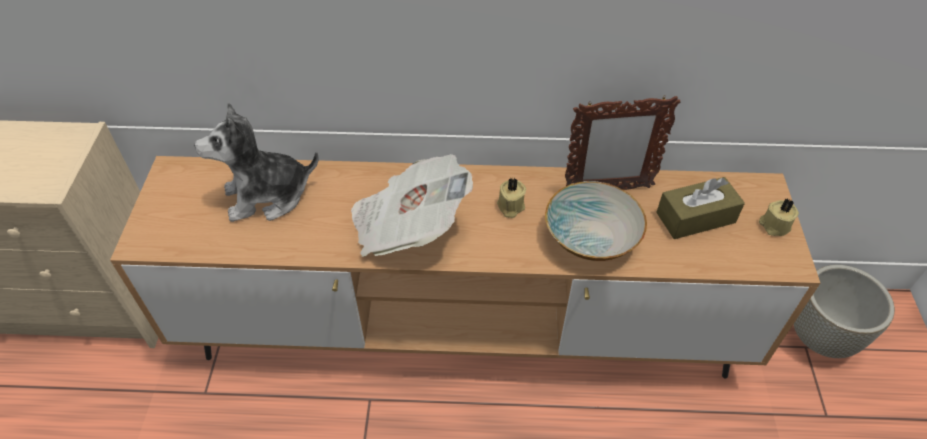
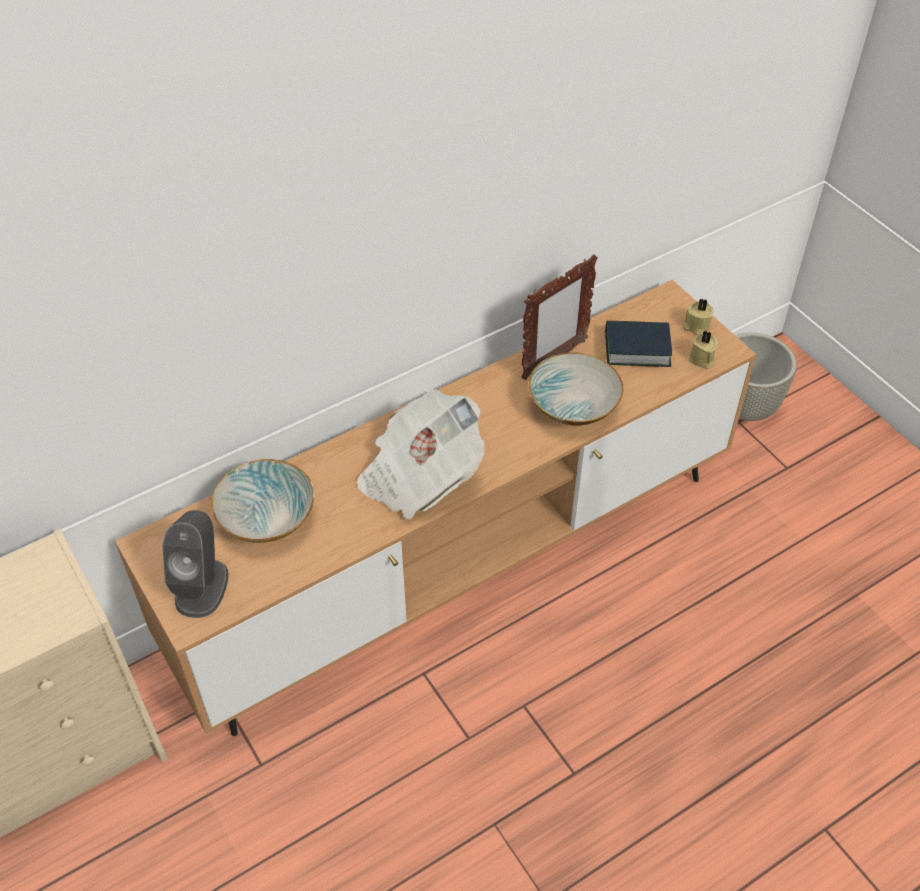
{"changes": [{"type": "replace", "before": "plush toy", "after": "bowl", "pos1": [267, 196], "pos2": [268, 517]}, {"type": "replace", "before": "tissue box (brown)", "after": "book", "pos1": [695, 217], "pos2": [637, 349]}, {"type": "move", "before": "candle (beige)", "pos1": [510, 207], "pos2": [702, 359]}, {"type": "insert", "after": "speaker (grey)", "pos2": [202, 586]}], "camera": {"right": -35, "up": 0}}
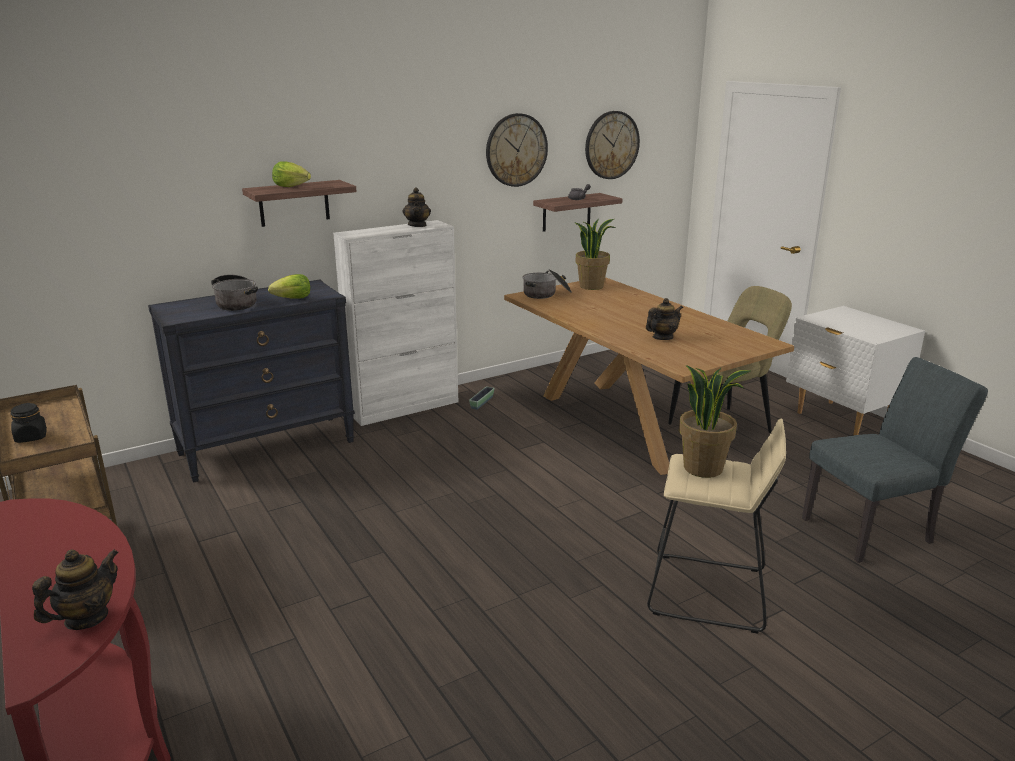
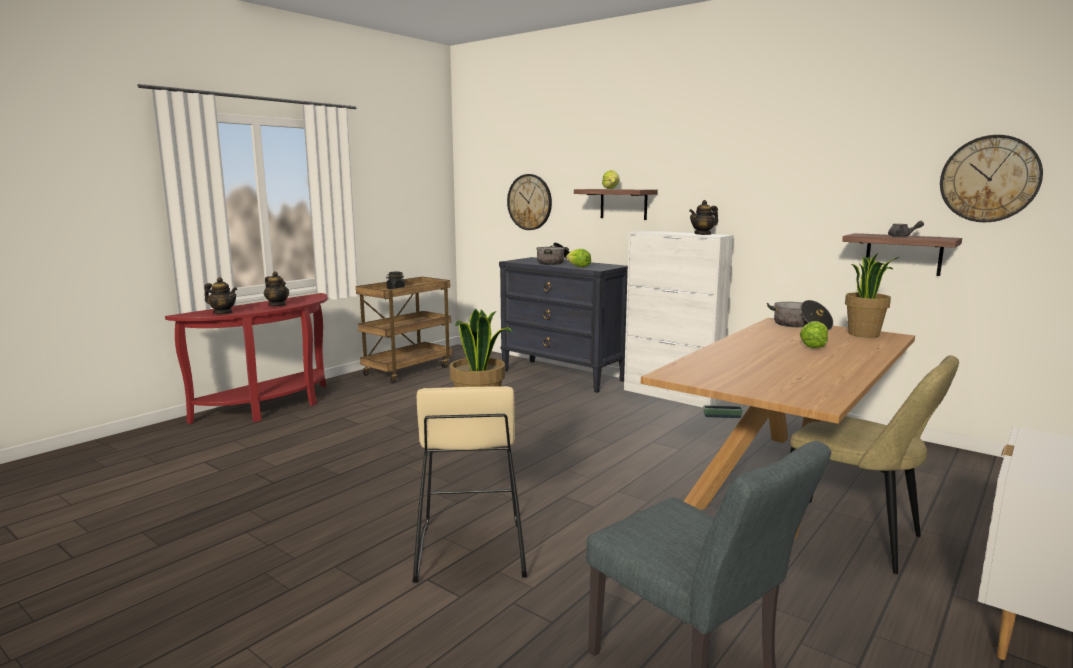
{"changes": [{"type": "move", "before": "wall clock", "pos1": [516, 150], "pos2": [529, 202]}, {"type": "move", "before": "teapot", "pos1": [662, 337], "pos2": [277, 305]}, {"type": "insert", "after": "lettuce", "pos2": [814, 346]}], "camera": {"right": 70, "up": -10}}
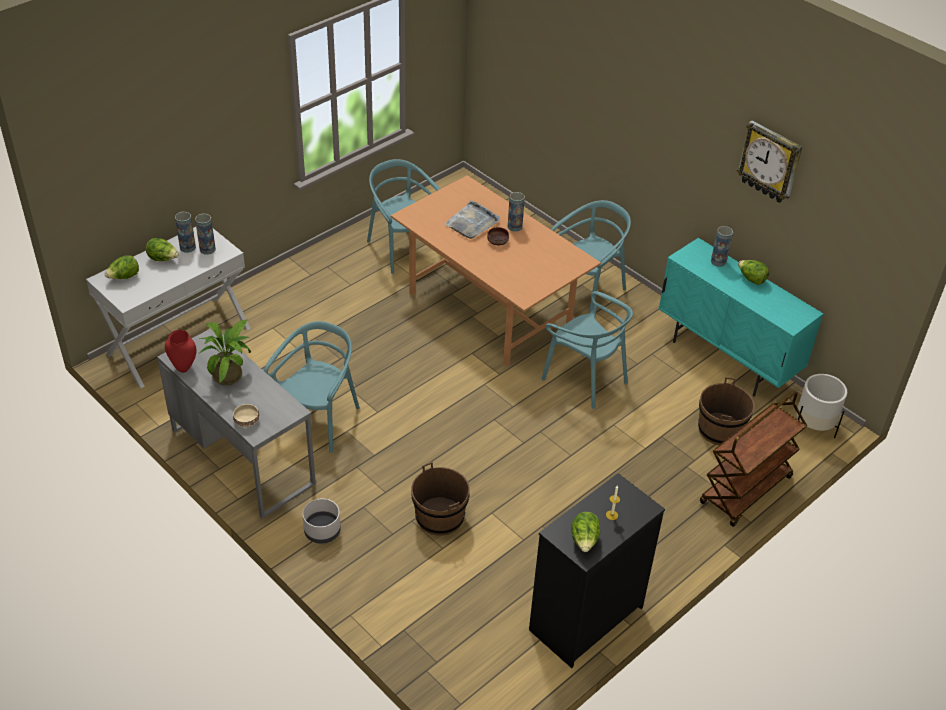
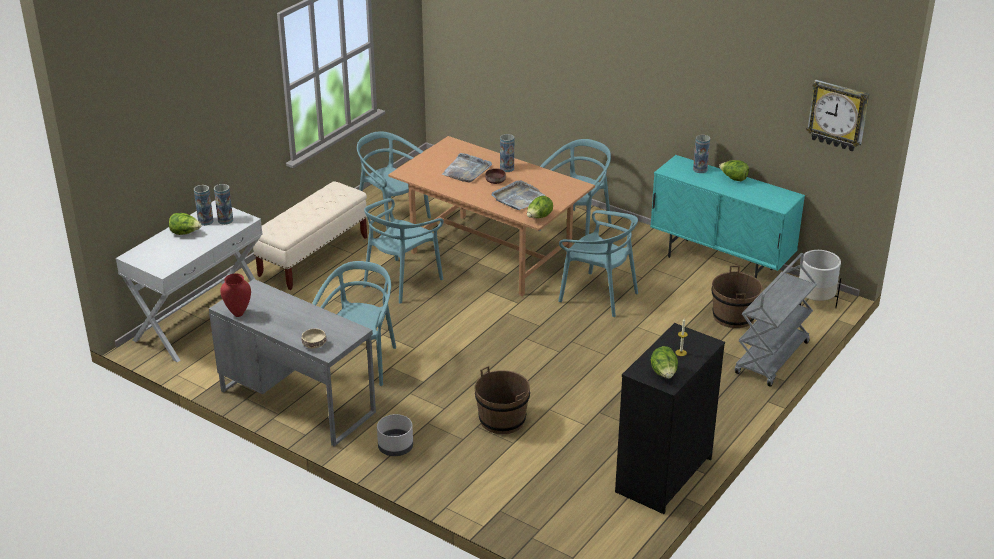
{"changes": [{"type": "move", "before": "wall clock", "pos1": [770, 162], "pos2": [838, 115]}, {"type": "move", "before": "lettuce", "pos1": [124, 277], "pos2": [539, 217]}, {"type": "delete", "before": "potted plant", "pos1": [230, 374]}, {"type": "recolor", "before": "cart (brown)", "after": "cart (grey)", "pos1": [746, 491], "pos2": [772, 359]}, {"type": "insert", "after": "bench (beige)", "pos2": [313, 256]}, {"type": "insert", "after": "tray (grey)", "pos2": [517, 198]}, {"type": "insert", "after": "chair (turquoise)", "pos2": [401, 281]}], "camera": {"right": -10, "up": -10}}
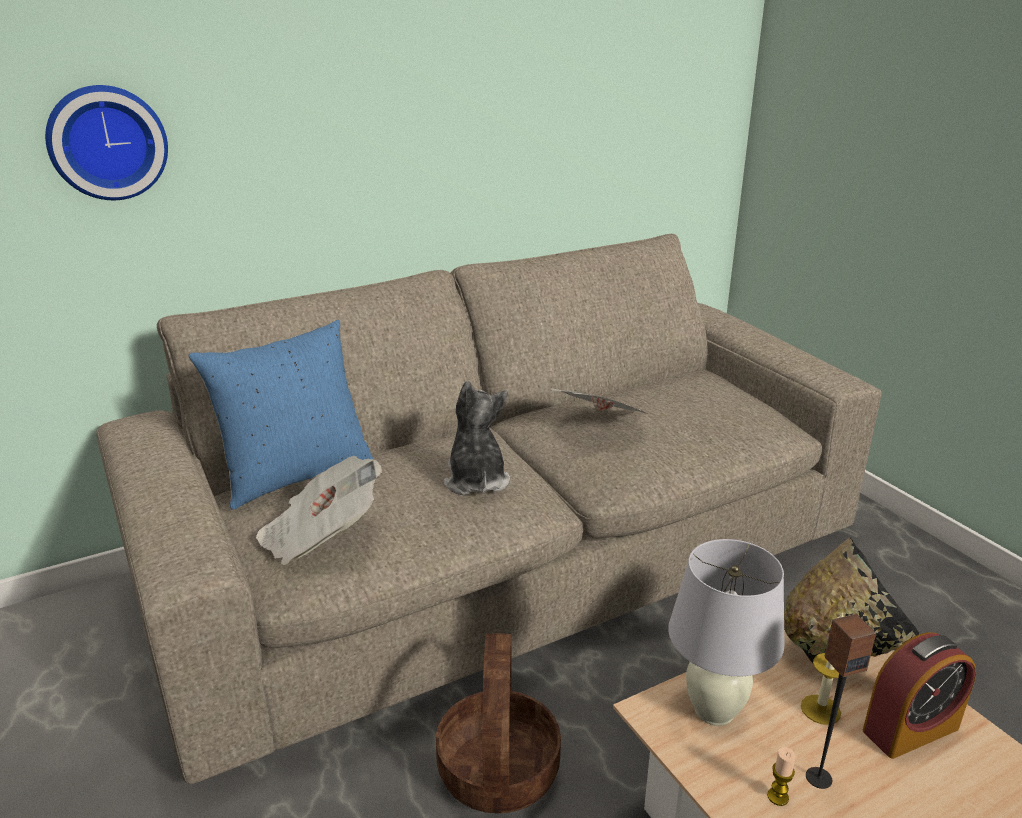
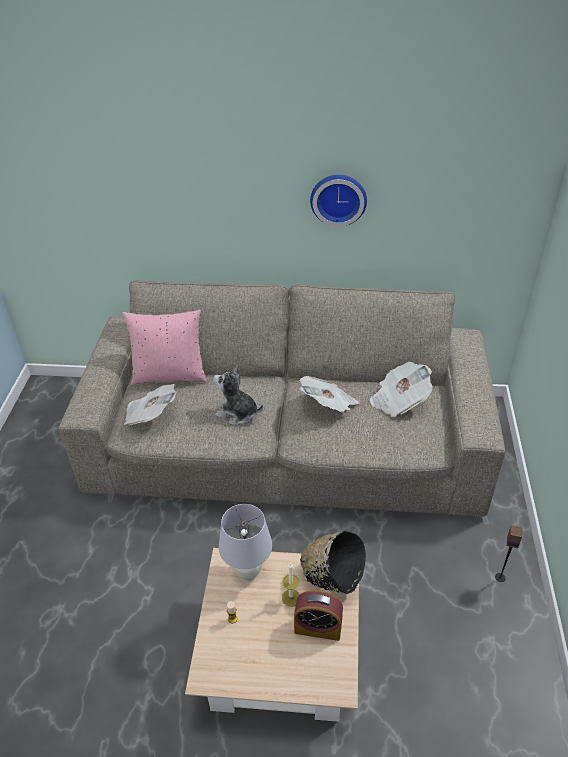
{"changes": [{"type": "move", "before": "wall clock", "pos1": [107, 142], "pos2": [338, 198]}, {"type": "recolor", "before": "pillow (blue)", "after": "pillow (pink)", "pos1": [295, 474], "pos2": [170, 375]}, {"type": "rotate", "before": "plush toy", "pos1": [476, 480], "pos2": [237, 413], "turn": -90}, {"type": "move", "before": "speaker", "pos1": [818, 777], "pos2": [500, 577]}, {"type": "delete", "before": "basket", "pos1": [497, 769]}, {"type": "insert", "after": "newspaper", "pos2": [399, 400]}], "camera": {"right": 35, "up": 15}}
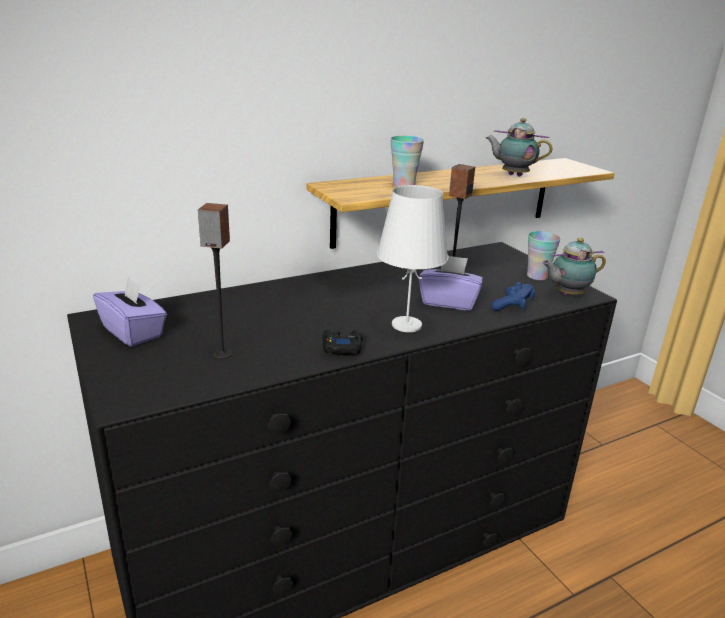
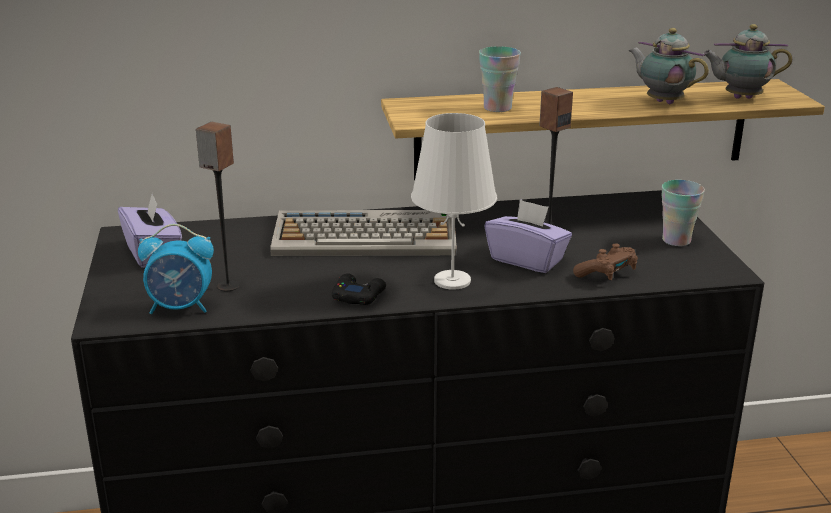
{"changes": [{"type": "move", "before": "teapot", "pos1": [566, 294], "pos2": [739, 98]}, {"type": "recolor", "before": "game controller (blue)", "after": "game controller (brown)", "pos1": [513, 306], "pos2": [607, 274]}, {"type": "insert", "after": "keyboard", "pos2": [367, 237]}, {"type": "insert", "after": "alarm clock", "pos2": [181, 308]}], "camera": {"right": 20, "up": 0}}
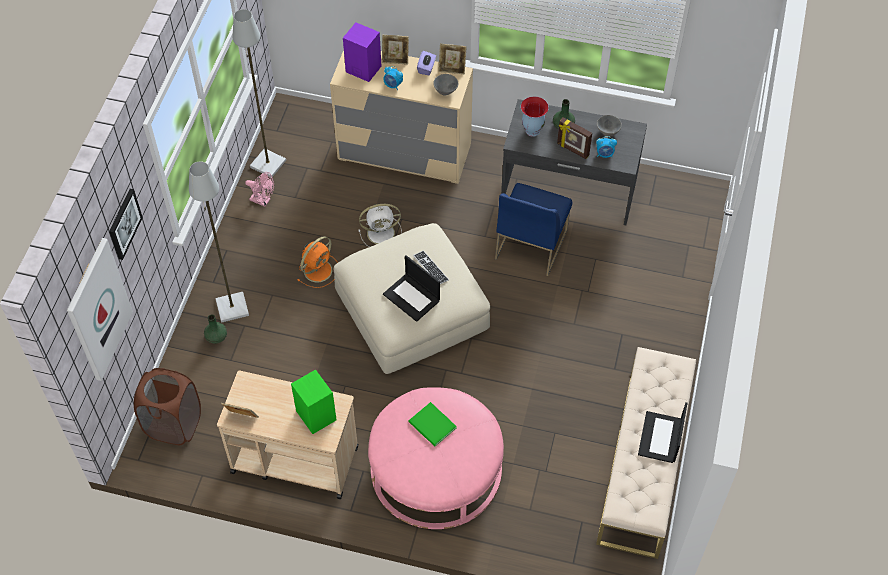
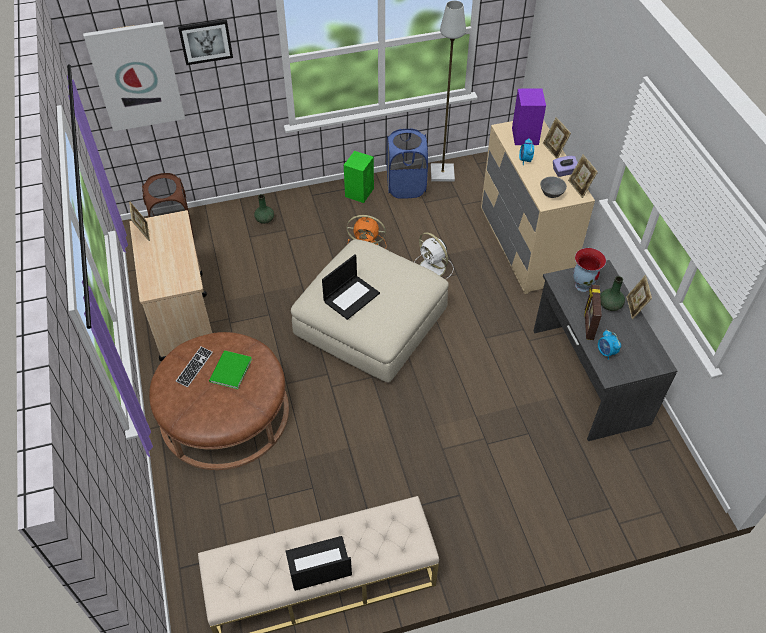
{"changes": [{"type": "delete", "before": "bowl (grey)", "pos1": [608, 131]}, {"type": "delete", "before": "floor lamp (grey)", "pos1": [232, 308]}, {"type": "replace", "before": "fan (pink)", "after": "laundry basket (blue)", "pos1": [263, 201], "pos2": [406, 186]}, {"type": "delete", "before": "chair (blue)", "pos1": [531, 244]}, {"type": "move", "before": "keyboard", "pos1": [430, 268], "pos2": [194, 367]}, {"type": "rotate", "before": "laptop", "pos1": [412, 297], "pos2": [351, 297], "turn": -150}, {"type": "move", "before": "speaker (green)", "pos1": [315, 415], "pos2": [359, 192]}, {"type": "recolor", "before": "ottoman (pink)", "after": "ottoman (brown)", "pos1": [436, 468], "pos2": [224, 412]}, {"type": "insert", "after": "picture frame", "pos2": [634, 308]}], "camera": {"right": 60, "up": -5}}
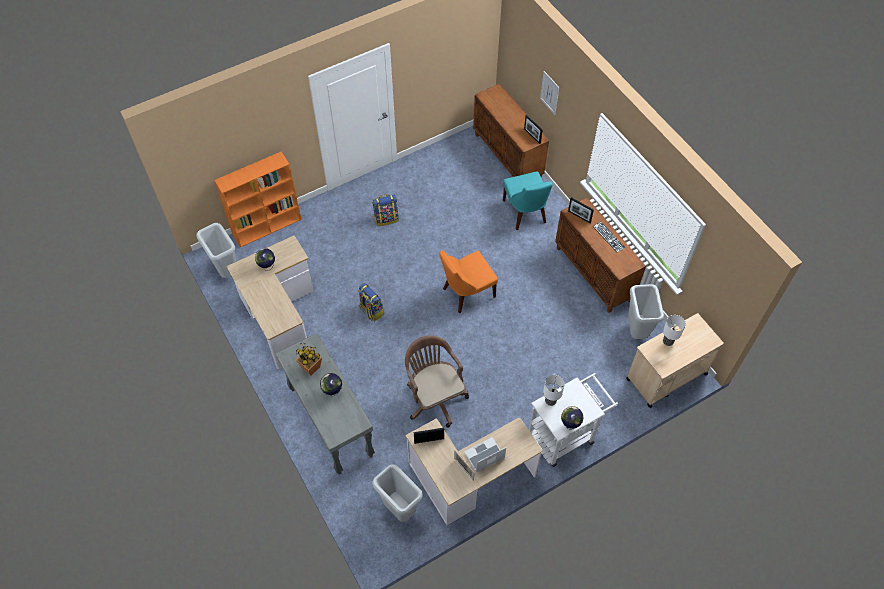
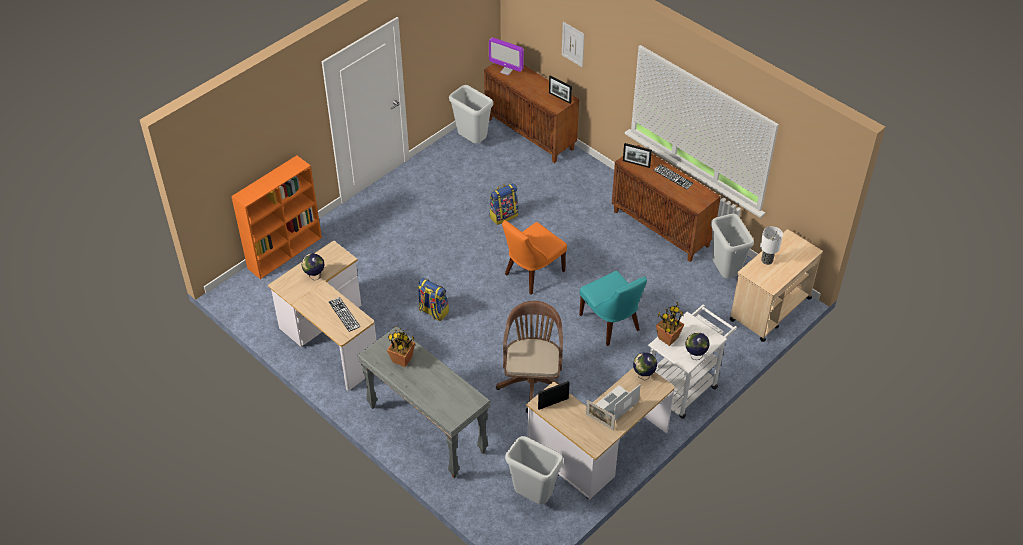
{"changes": [{"type": "move", "before": "chair (turquoise)", "pos1": [525, 213], "pos2": [611, 324]}, {"type": "move", "before": "backpack", "pos1": [386, 218], "pos2": [503, 215]}, {"type": "move", "before": "trash can (grey)", "pos1": [227, 271], "pos2": [472, 141]}, {"type": "rotate", "before": "office chair (brown)", "pos1": [434, 397], "pos2": [532, 380], "turn": 45}, {"type": "move", "before": "globe", "pos1": [332, 391], "pos2": [643, 376]}, {"type": "replace", "before": "table lamp", "after": "potted plant", "pos1": [551, 401], "pos2": [668, 338]}, {"type": "insert", "after": "monitor", "pos2": [506, 71]}, {"type": "insert", "after": "keyboard", "pos2": [344, 314]}], "camera": {"right": -15, "up": -10}}
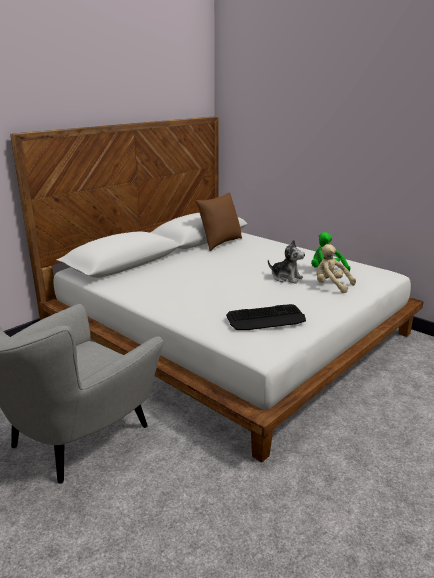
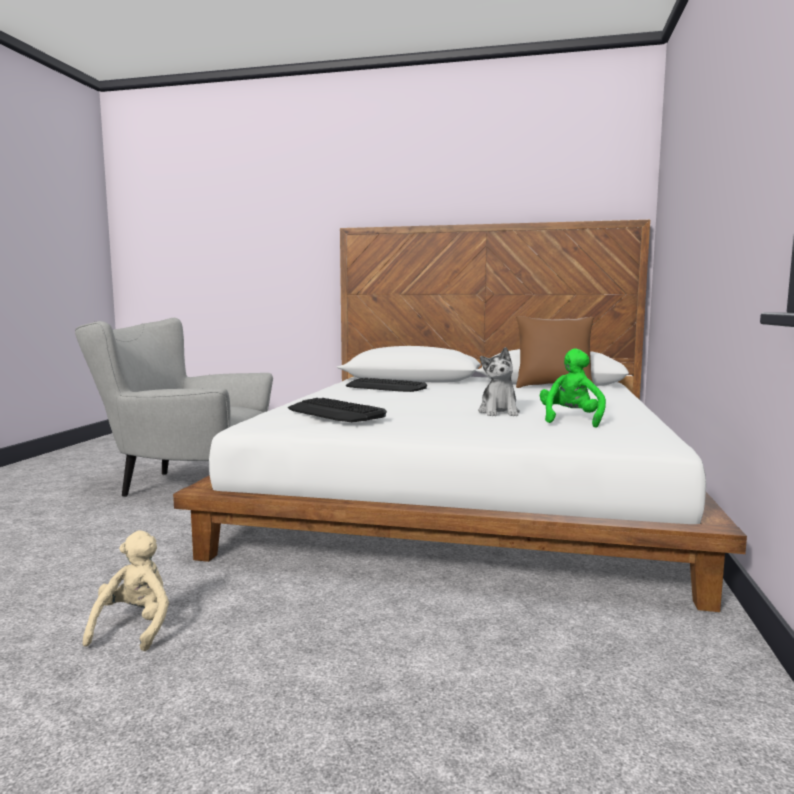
{"changes": [{"type": "move", "before": "plush toy (beige)", "pos1": [331, 286], "pos2": [135, 627]}, {"type": "insert", "after": "keyboard", "pos2": [386, 387]}], "camera": {"right": 60, "up": -15}}
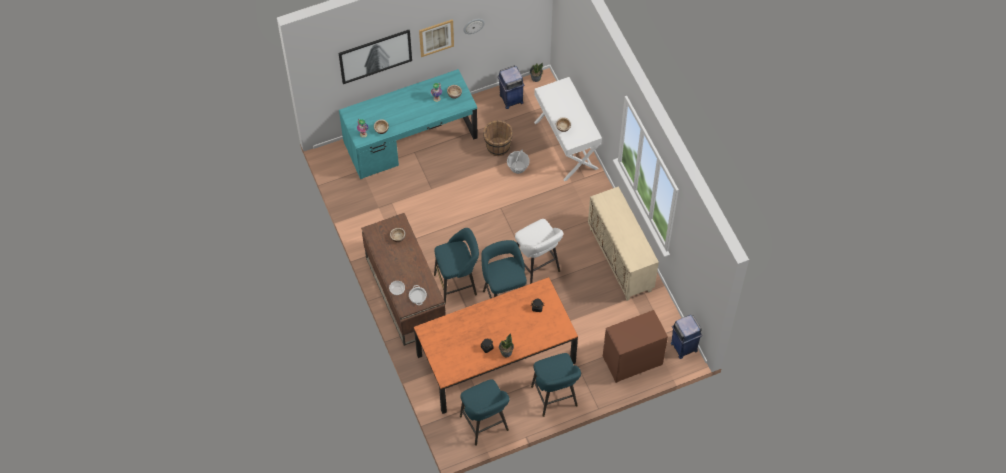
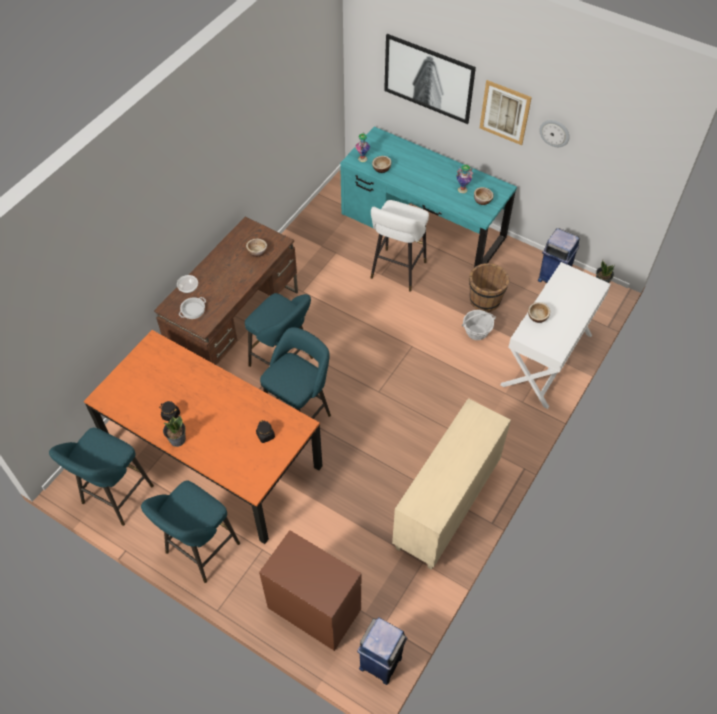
{"changes": [{"type": "move", "before": "stool (white)", "pos1": [537, 269], "pos2": [397, 272]}], "camera": {"right": 55, "up": -5}}
